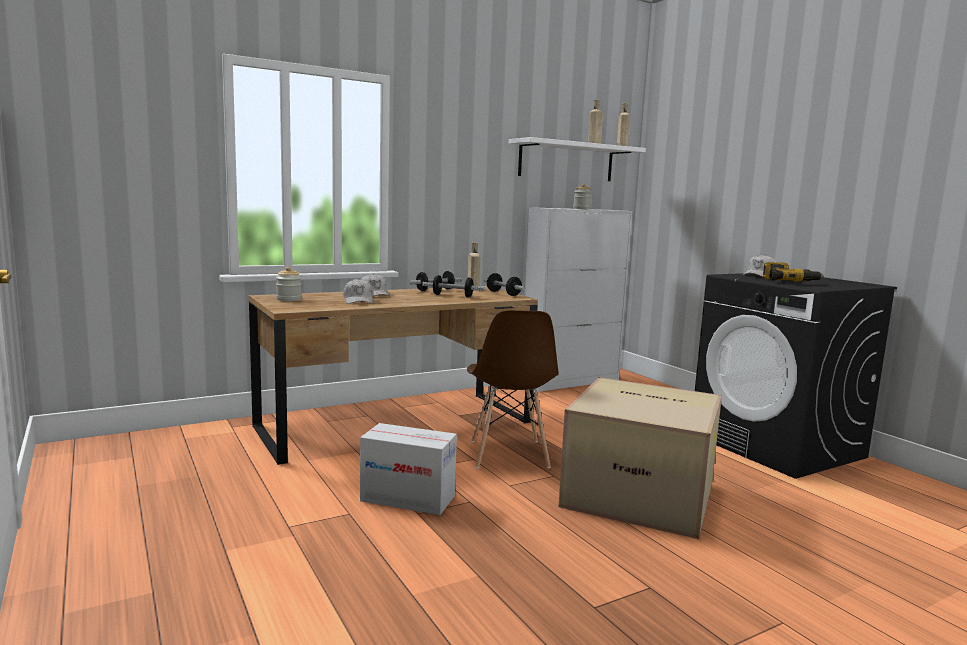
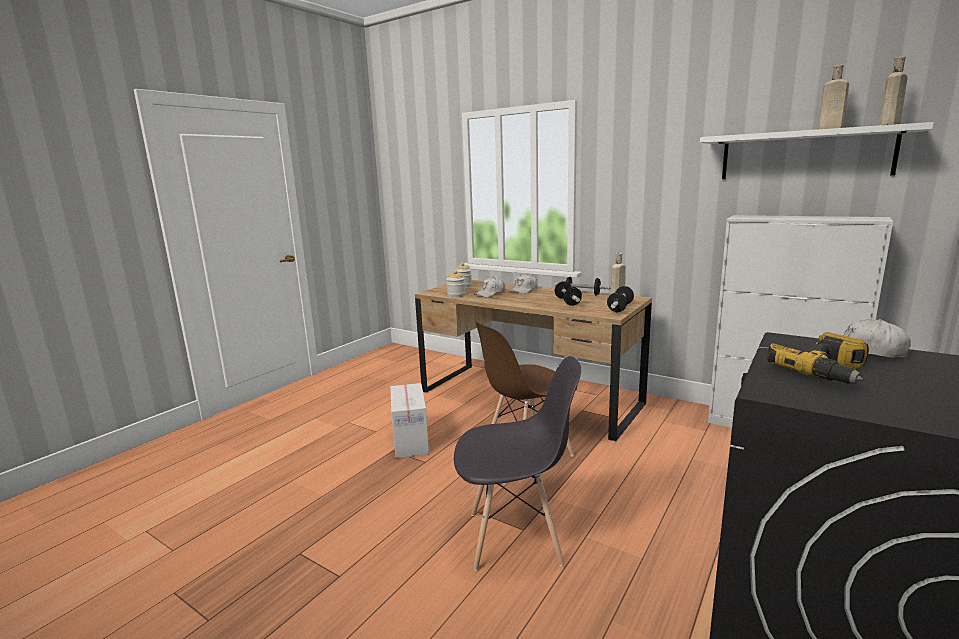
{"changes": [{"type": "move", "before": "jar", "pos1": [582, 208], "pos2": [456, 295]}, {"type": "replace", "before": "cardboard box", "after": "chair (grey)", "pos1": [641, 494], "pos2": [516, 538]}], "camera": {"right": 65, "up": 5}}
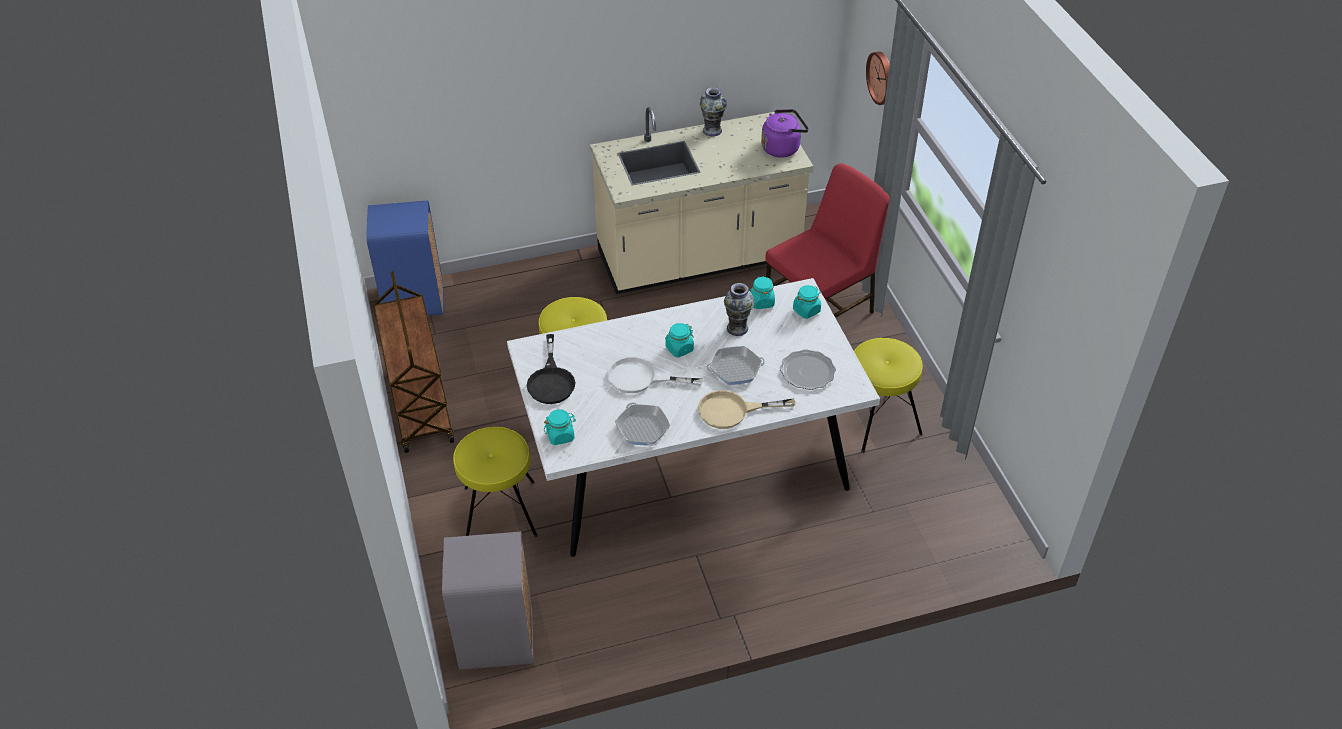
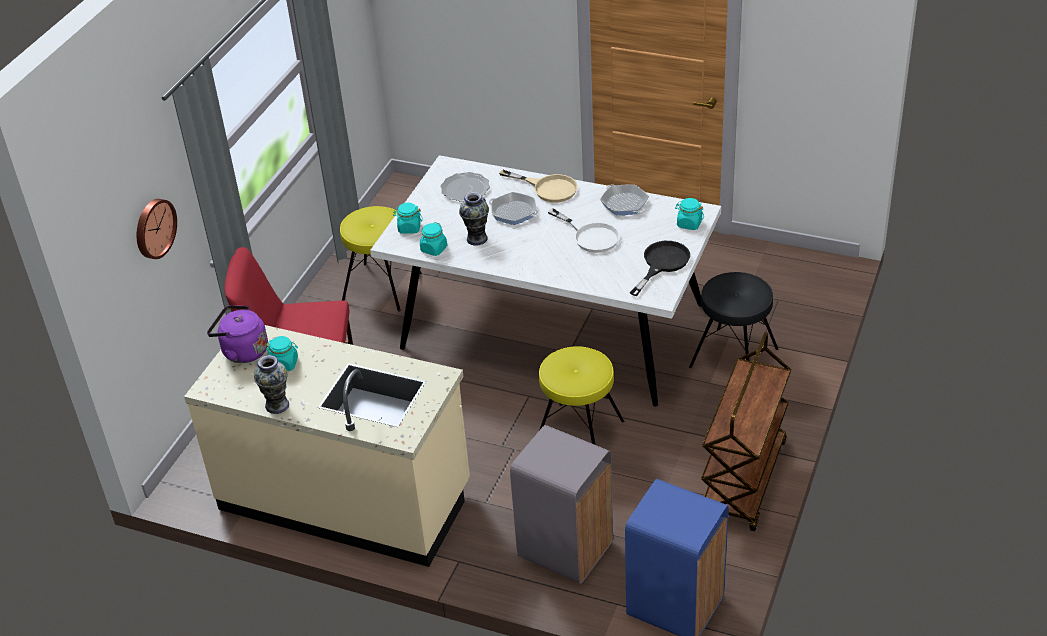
{"changes": [{"type": "move", "before": "jar (turquoise)", "pos1": [679, 349], "pos2": [285, 364]}, {"type": "rotate", "before": "frying pan", "pos1": [642, 429], "pos2": [624, 203], "turn": -45}, {"type": "recolor", "before": "stool (yellow)", "after": "stool (black)", "pos1": [499, 511], "pos2": [734, 358]}, {"type": "move", "before": "trash can (grey)", "pos1": [496, 639], "pos2": [565, 550]}], "camera": {"right": -140, "up": -5}}
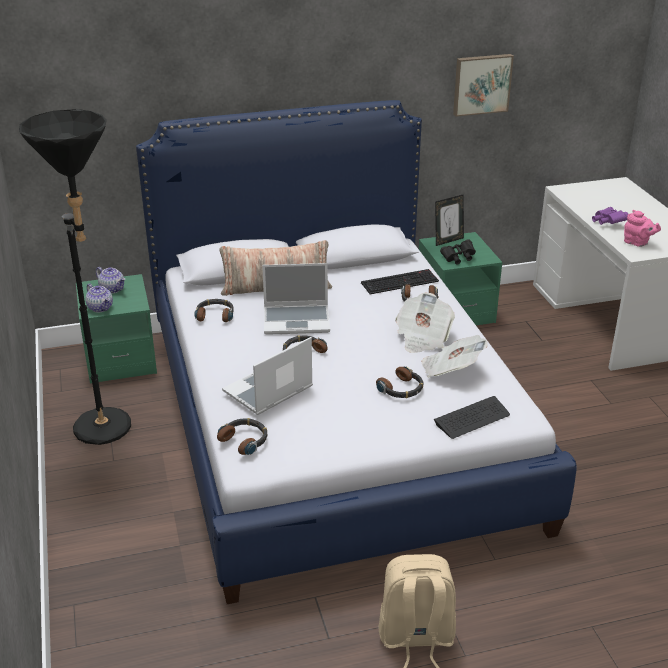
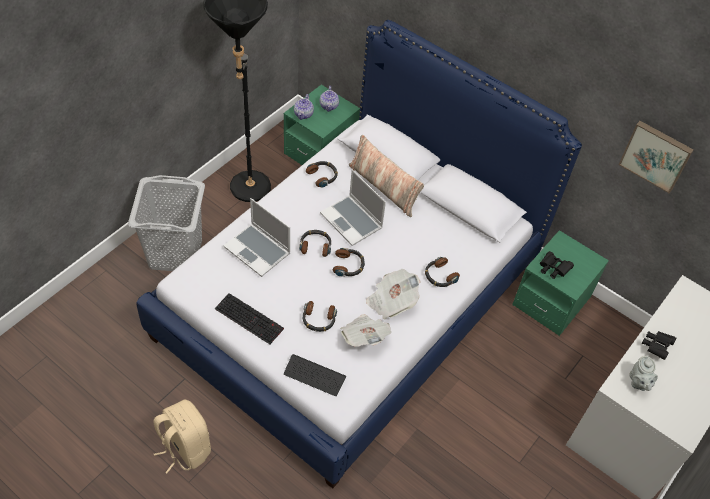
{"changes": [{"type": "delete", "before": "picture frame", "pos1": [448, 241]}, {"type": "recolor", "before": "binoculars (purple)", "after": "binoculars (black)", "pos1": [607, 222], "pos2": [656, 347]}, {"type": "recolor", "before": "teapot (pink)", "after": "teapot (grey)", "pos1": [637, 243], "pos2": [638, 383]}, {"type": "move", "before": "keyboard", "pos1": [400, 281], "pos2": [250, 318]}, {"type": "rotate", "before": "laptop", "pos1": [268, 390], "pos2": [258, 250], "turn": -150}, {"type": "move", "before": "headphones", "pos1": [245, 440], "pos2": [349, 265]}, {"type": "insert", "after": "laundry basket (grey)", "pos2": [176, 253]}], "camera": {"right": 50, "up": 20}}
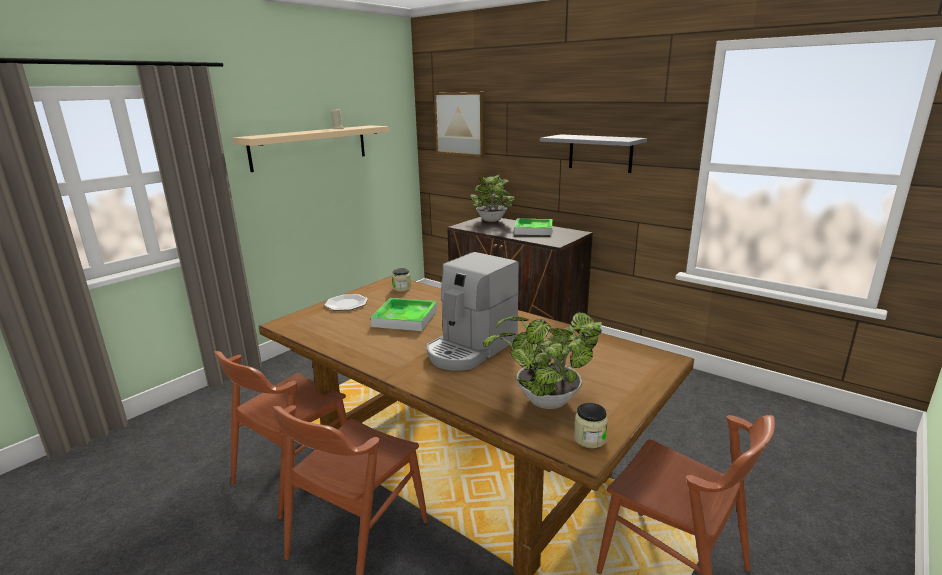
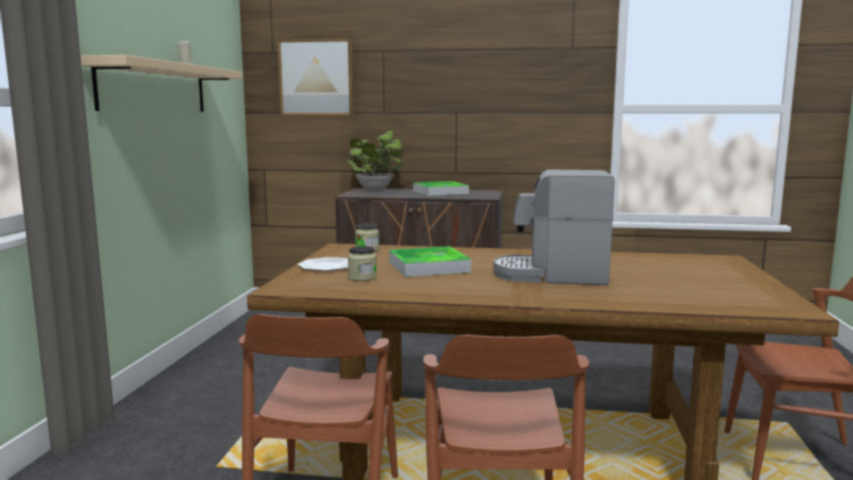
{"changes": [{"type": "delete", "before": "shelf (grey)", "pos1": [600, 153]}, {"type": "rotate", "before": "coffee machine", "pos1": [471, 348], "pos2": [551, 275], "turn": 90}, {"type": "delete", "before": "potted plant", "pos1": [543, 401]}, {"type": "move", "before": "jar", "pos1": [589, 439], "pos2": [362, 278]}], "camera": {"right": -30, "up": -10}}
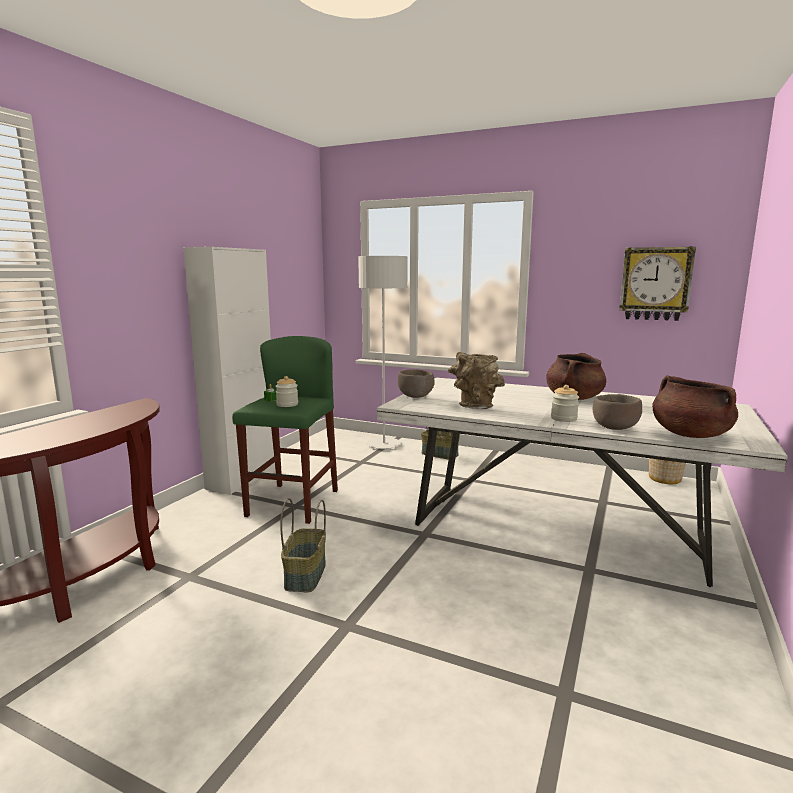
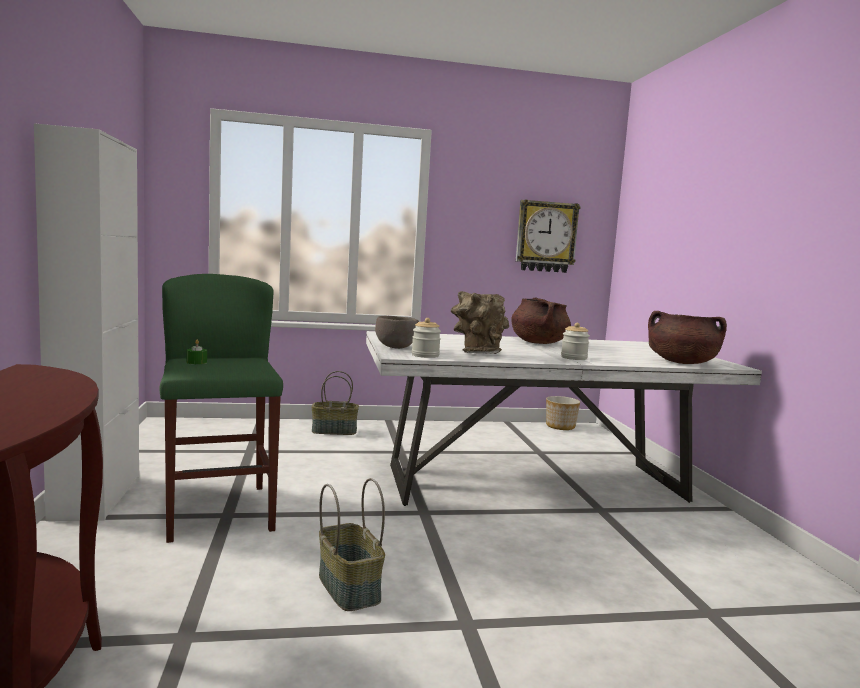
{"changes": [{"type": "delete", "before": "floor lamp (grey)", "pos1": [384, 445]}, {"type": "move", "before": "jar", "pos1": [287, 404], "pos2": [425, 355]}, {"type": "delete", "before": "bowl (brown)", "pos1": [615, 428]}], "camera": {"right": -35, "up": -5}}
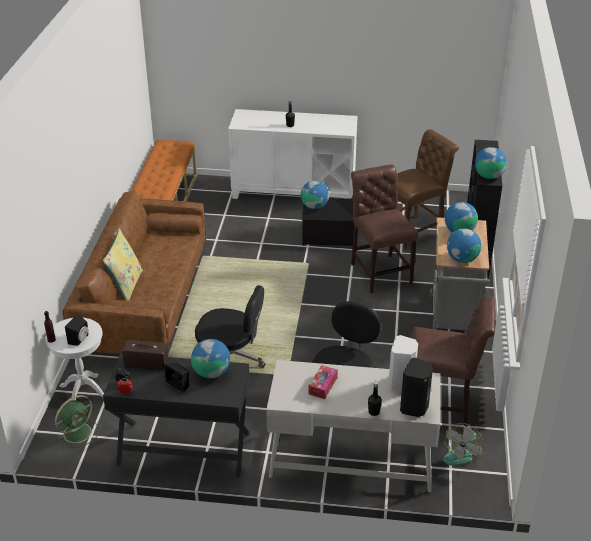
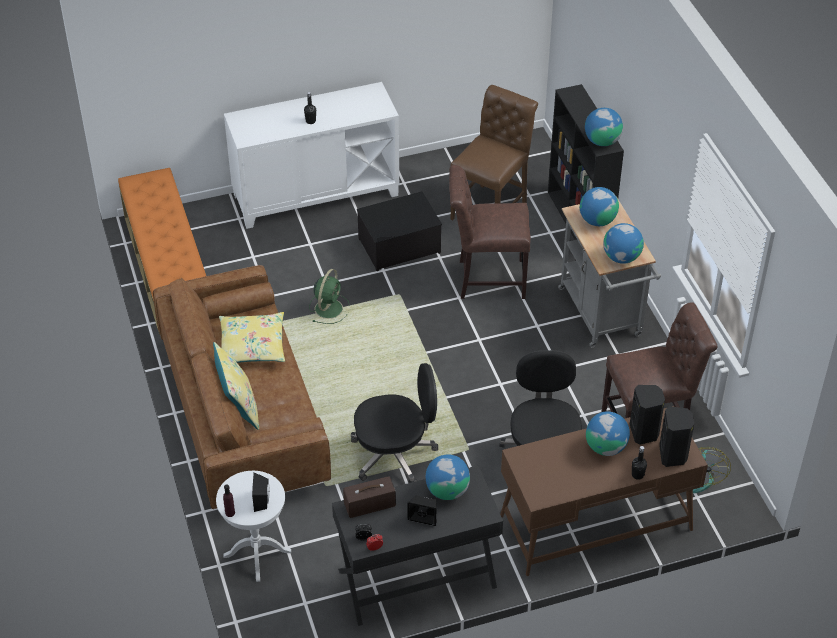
{"changes": [{"type": "rotate", "before": "chair (brown)", "pos1": [379, 271], "pos2": [487, 278], "turn": -45}, {"type": "move", "before": "globe", "pos1": [314, 206], "pos2": [605, 447]}, {"type": "recolor", "before": "speaker (white)", "after": "speaker (black)", "pos1": [401, 384], "pos2": [644, 432]}, {"type": "recolor", "before": "desk (white)", "after": "desk (brown)", "pos1": [351, 458], "pos2": [595, 522]}, {"type": "delete", "before": "tissue box", "pos1": [323, 386]}, {"type": "move", "before": "fan (green)", "pos1": [78, 432], "pos2": [329, 308]}, {"type": "insert", "after": "pillow (yellow)", "pos2": [252, 345]}], "camera": {"right": -25, "up": 10}}
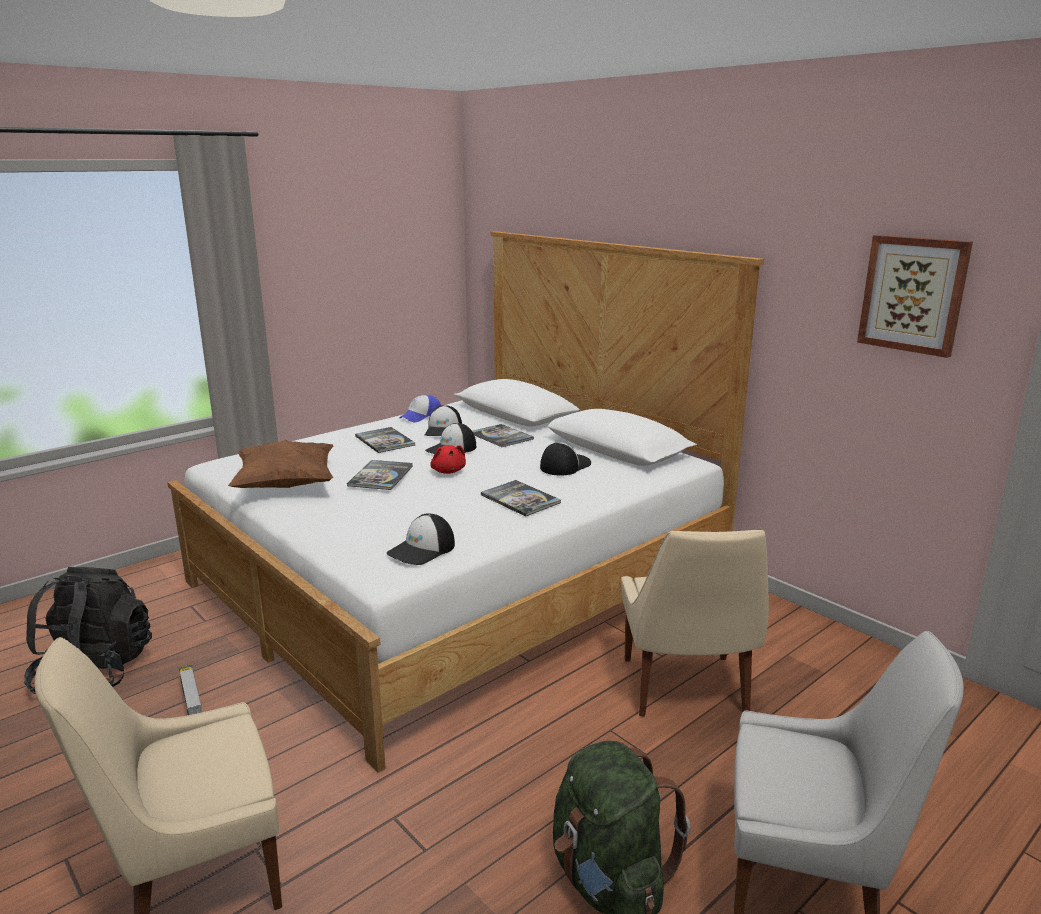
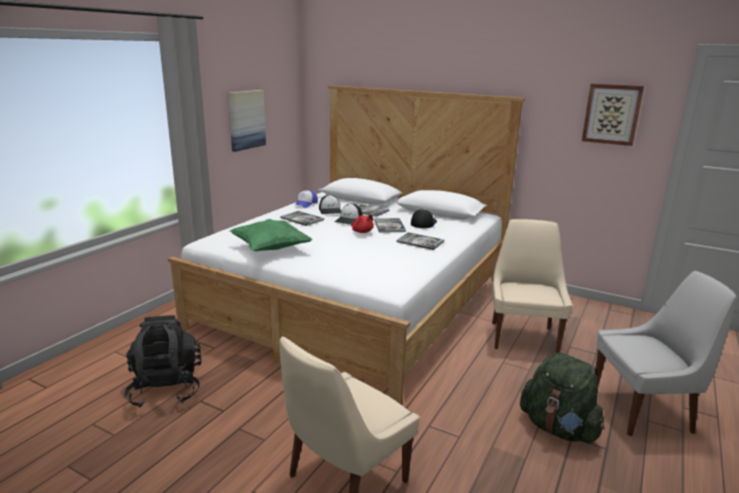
{"changes": [{"type": "recolor", "before": "pillow (brown)", "after": "pillow (green)", "pos1": [286, 485], "pos2": [271, 249]}, {"type": "move", "before": "book", "pos1": [381, 476], "pos2": [389, 226]}, {"type": "delete", "before": "cap", "pos1": [422, 550]}, {"type": "rotate", "before": "chair (beige)", "pos1": [685, 689], "pos2": [523, 336], "turn": -150}, {"type": "delete", "before": "toy truck", "pos1": [192, 700]}, {"type": "insert", "after": "picture", "pos2": [246, 119]}], "camera": {"right": -20, "up": 0}}
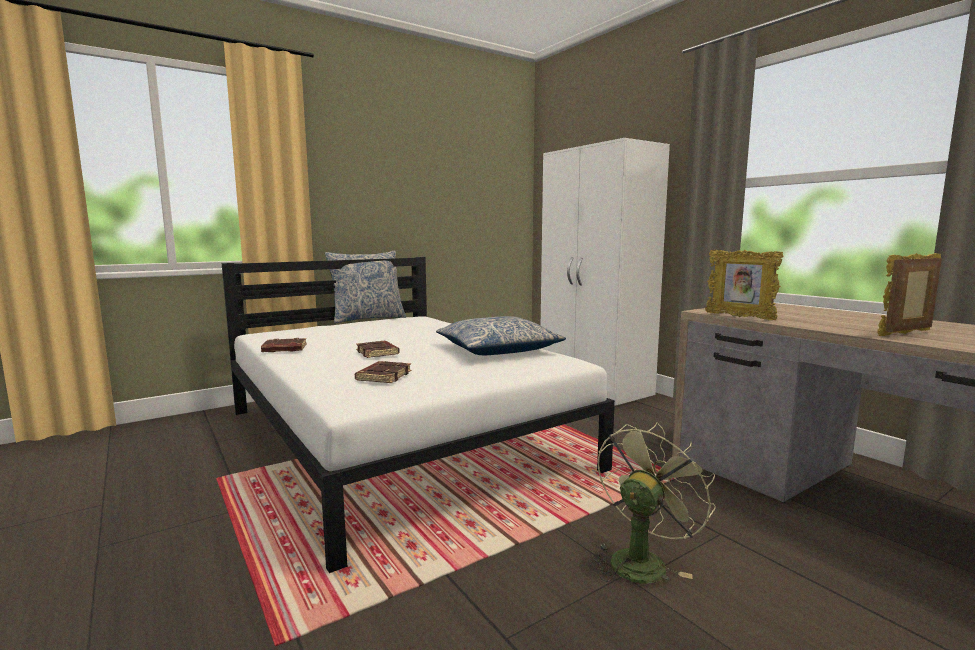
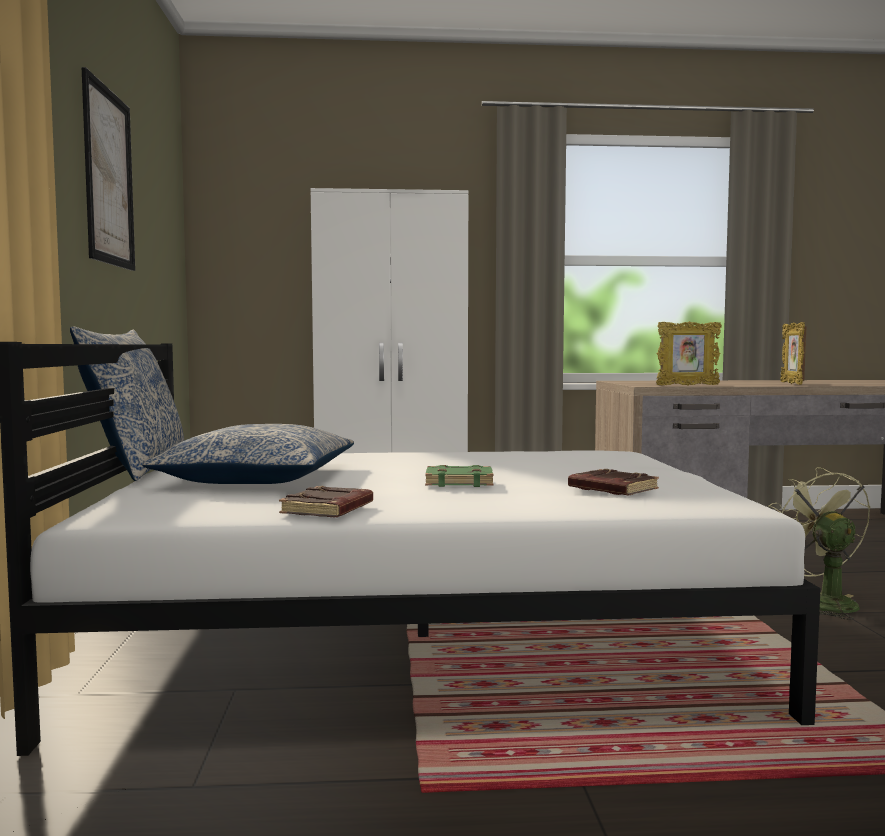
{"changes": [{"type": "move", "before": "pillow", "pos1": [497, 350], "pos2": [257, 478]}, {"type": "recolor", "before": "book (brown)", "after": "book (green)", "pos1": [378, 353], "pos2": [460, 482]}, {"type": "insert", "after": "picture", "pos2": [108, 177]}], "camera": {"right": -60, "up": -5}}
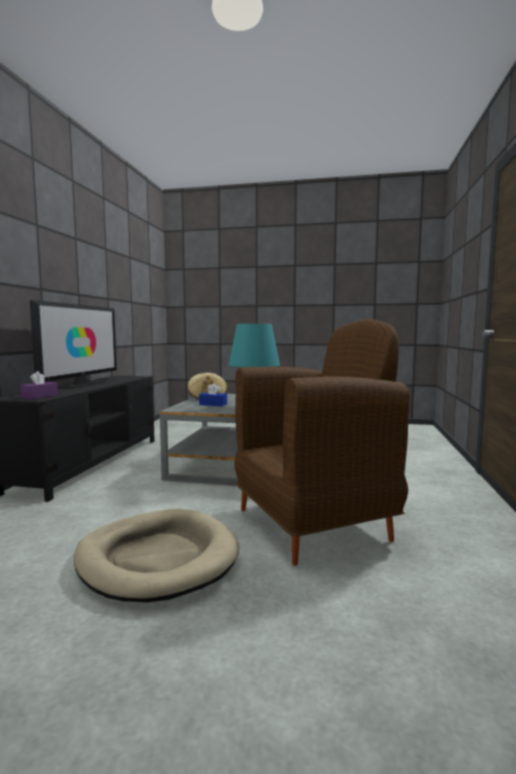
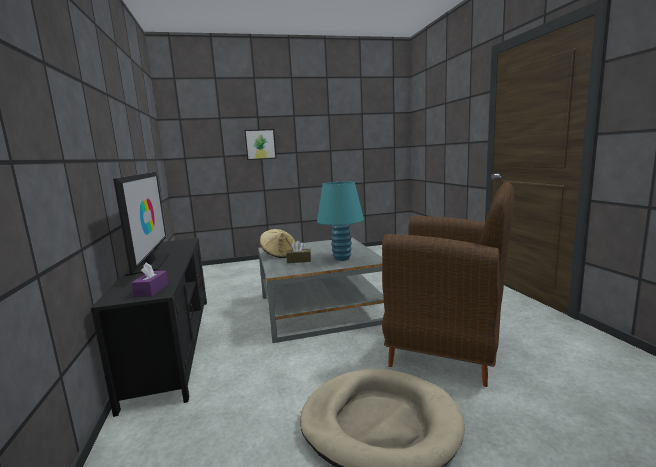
{"changes": [{"type": "rotate", "before": "armchair (brown)", "pos1": [314, 524], "pos2": [447, 350], "turn": 75}, {"type": "recolor", "before": "tissue box (blue)", "after": "tissue box (brown)", "pos1": [213, 404], "pos2": [299, 260]}, {"type": "insert", "after": "picture", "pos2": [260, 144]}], "camera": {"right": -25, "up": 5}}
